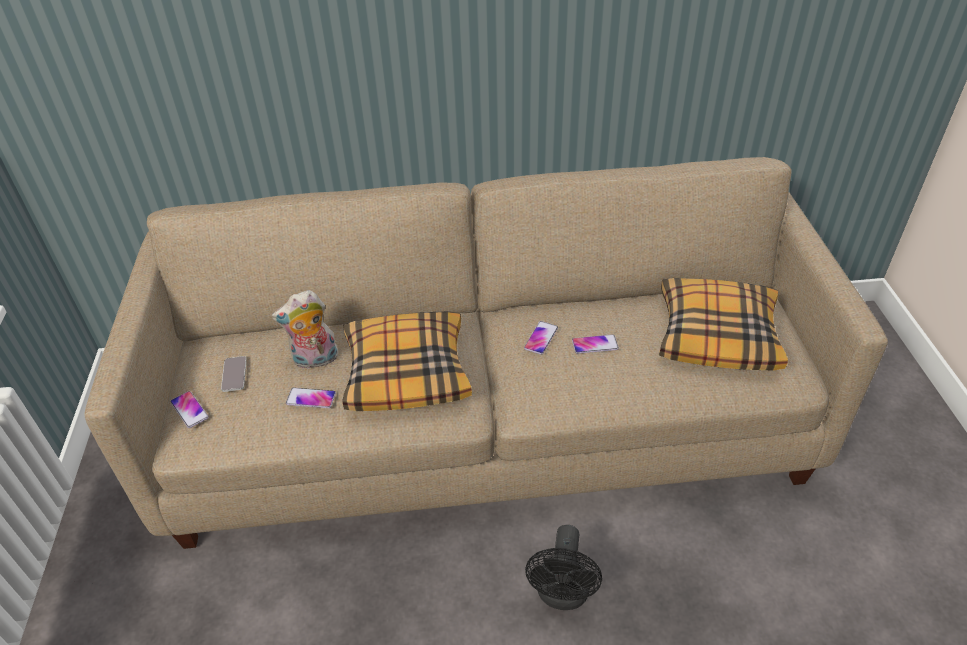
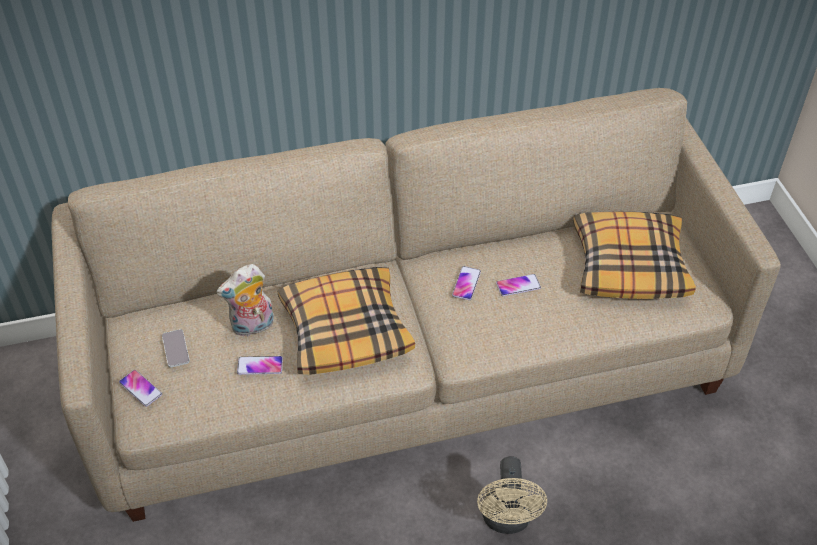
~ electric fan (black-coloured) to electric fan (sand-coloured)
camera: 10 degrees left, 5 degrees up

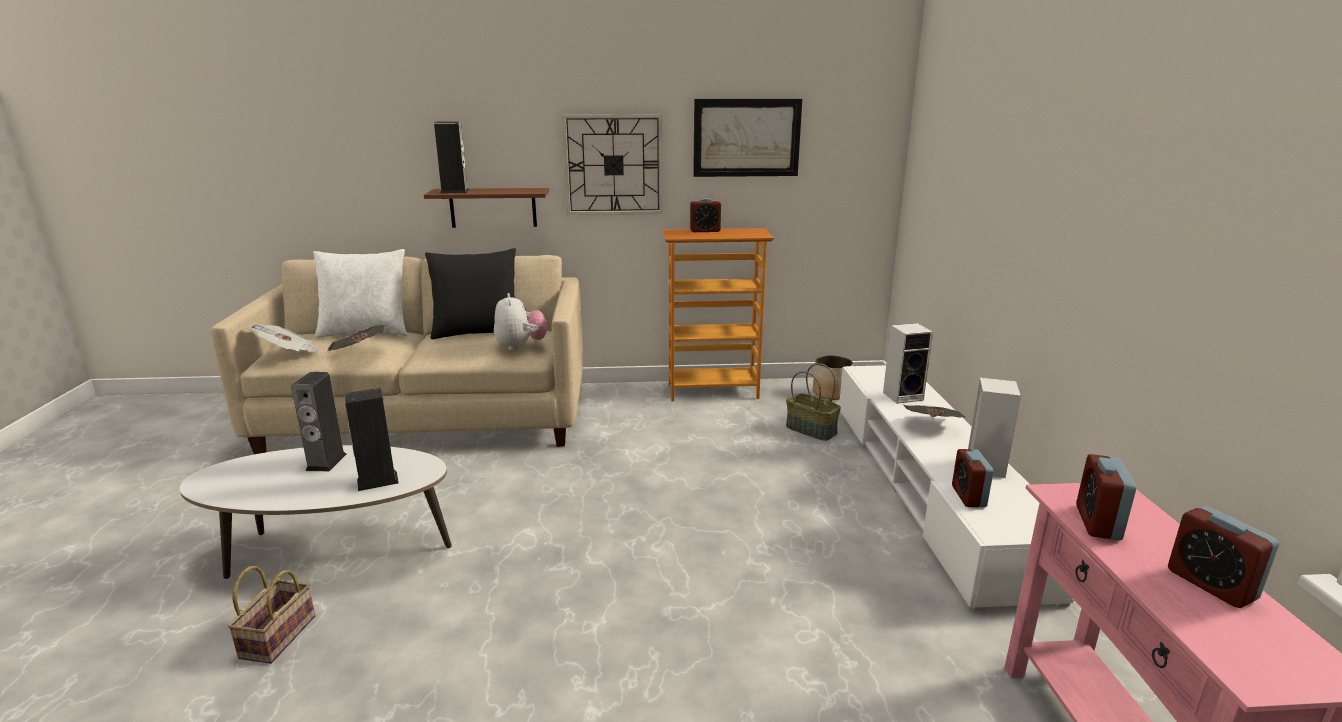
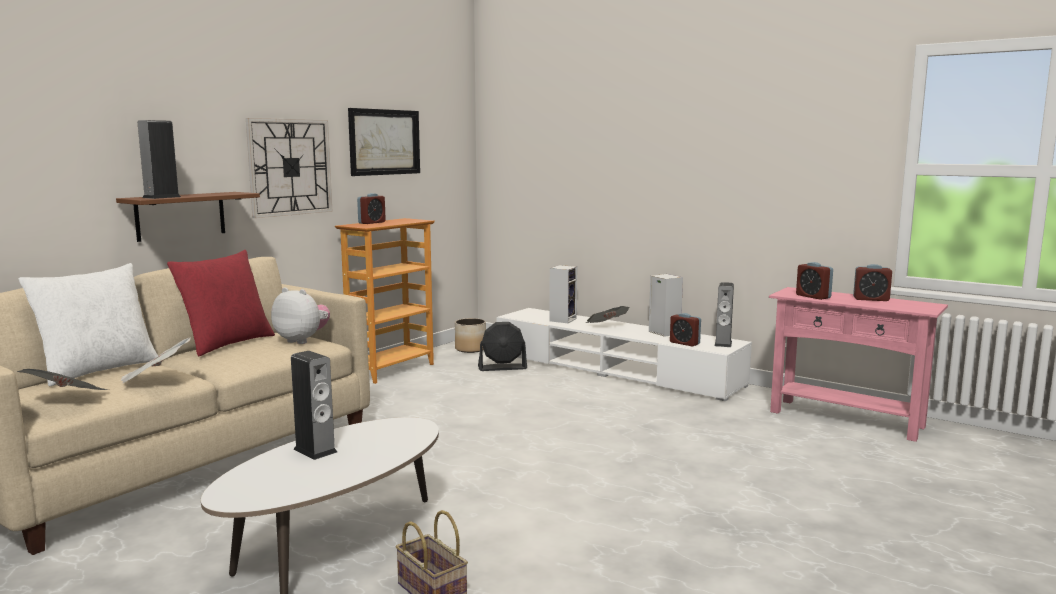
~ cushion (black-coloured) to cushion (red)
~ household basket (2nd from left) to electric fan (black-coloured)
~ loudspeaker (2nd from left in the first image) to loudspeaker (5th from left)
camera: 50 degrees left, 10 degrees down

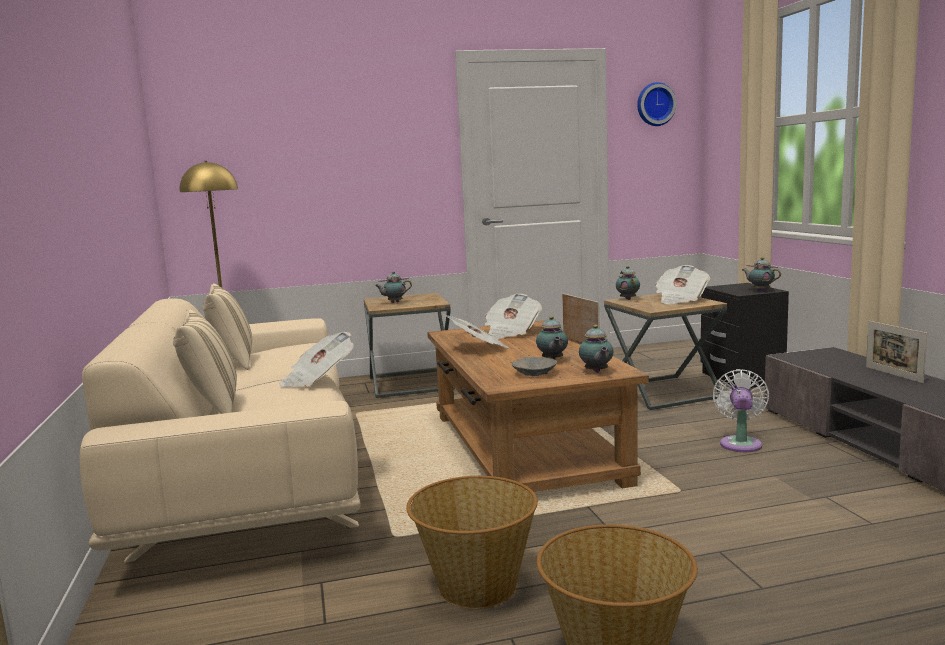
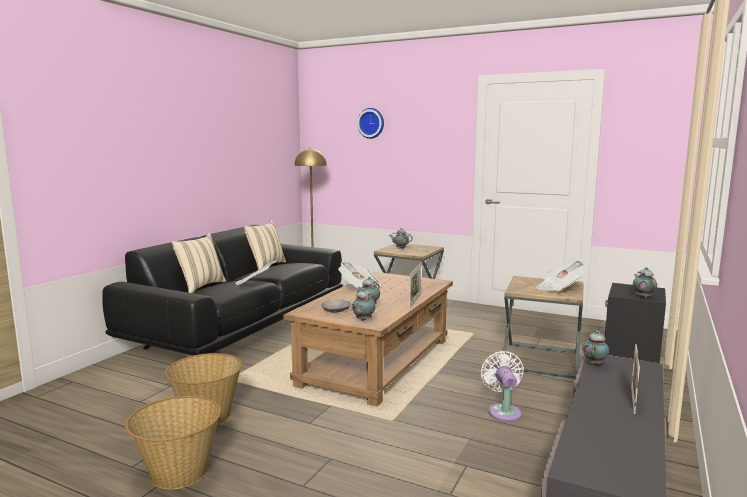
~ sofa (sand-coloured) to sofa (black-coloured)
~ hanging clock
~ electric fan (white-coloured) 60 degrees counterclockwise
~ teapot (4th from left)
- printed paper (3rd from left)
camera: 40 degrees right, 0 degrees up

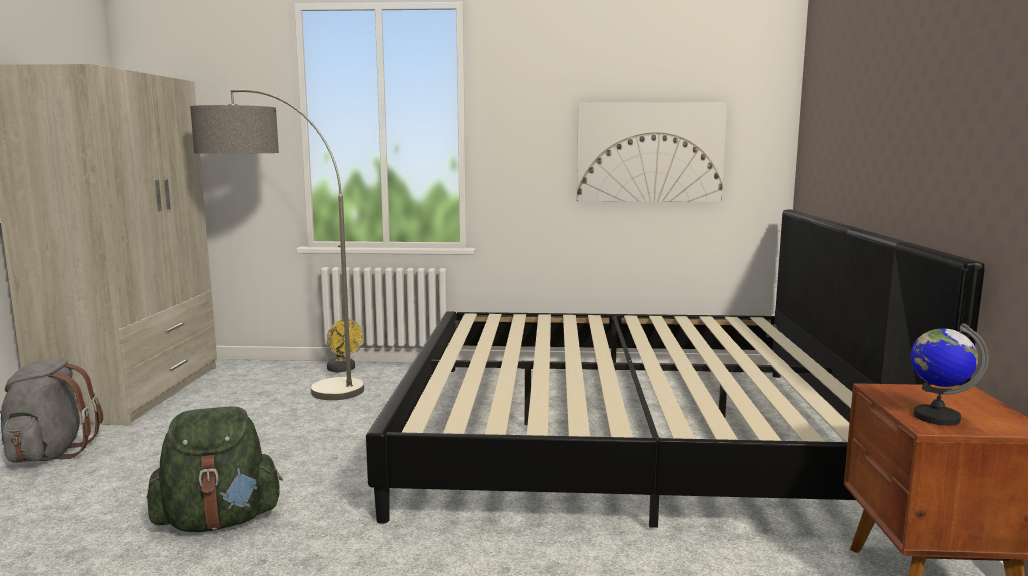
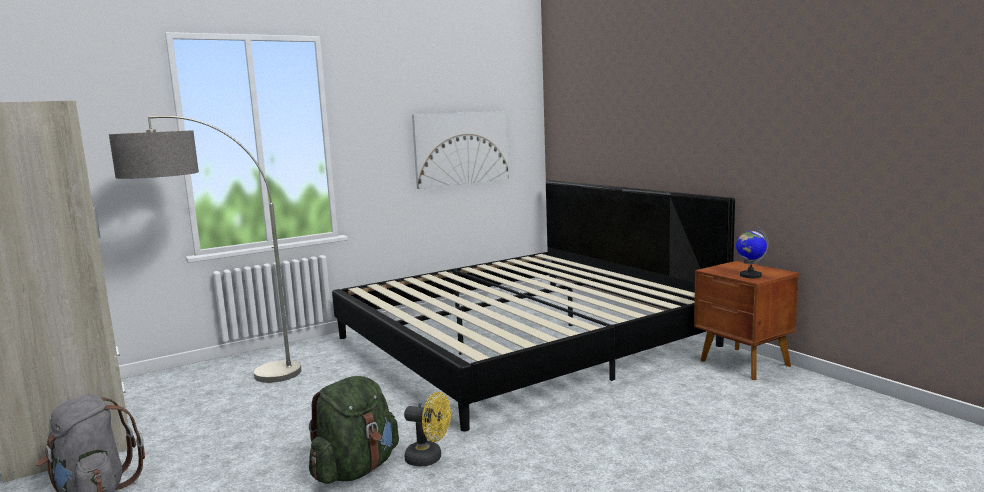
~ electric fan (yellow)
camera: 35 degrees left, 0 degrees up

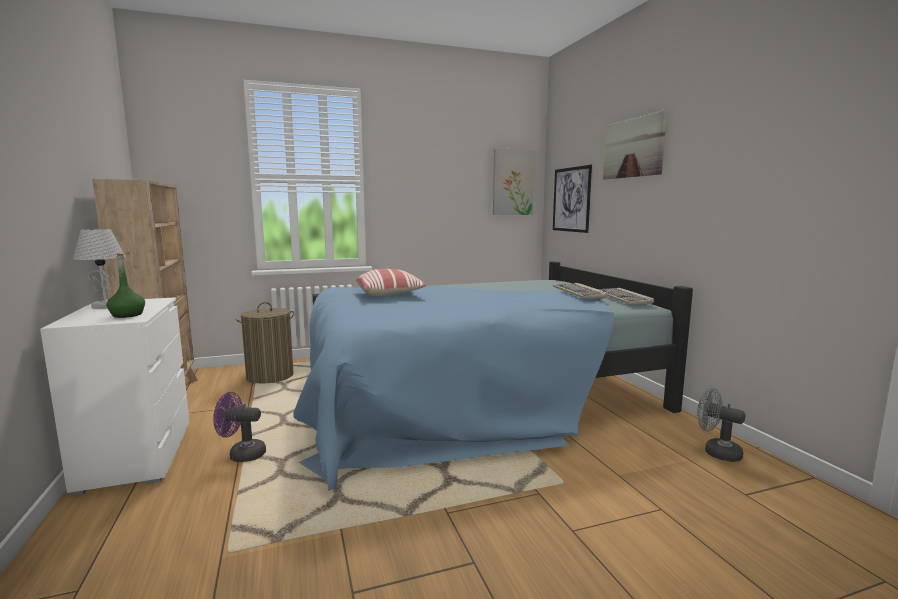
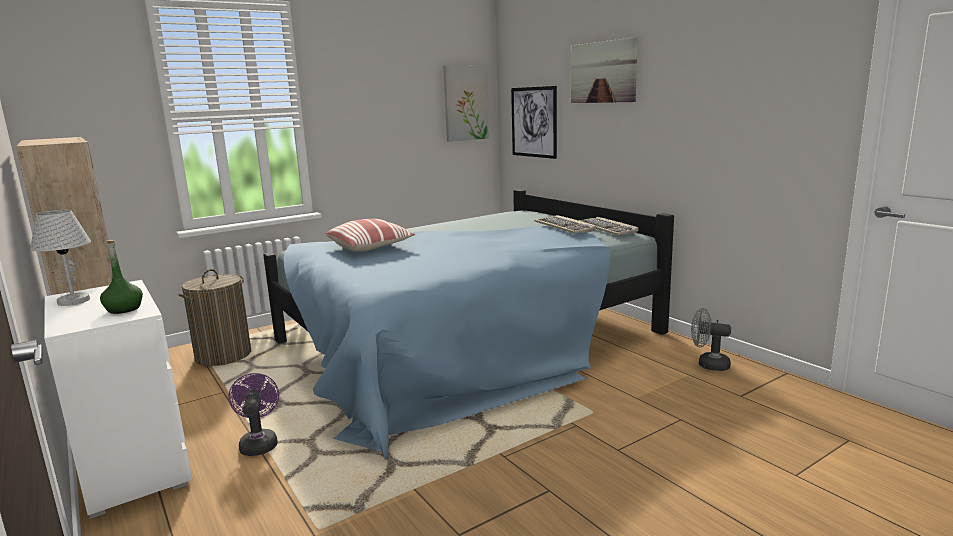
~ electric fan (purple) 90 degrees clockwise
camera: 15 degrees left, 5 degrees up

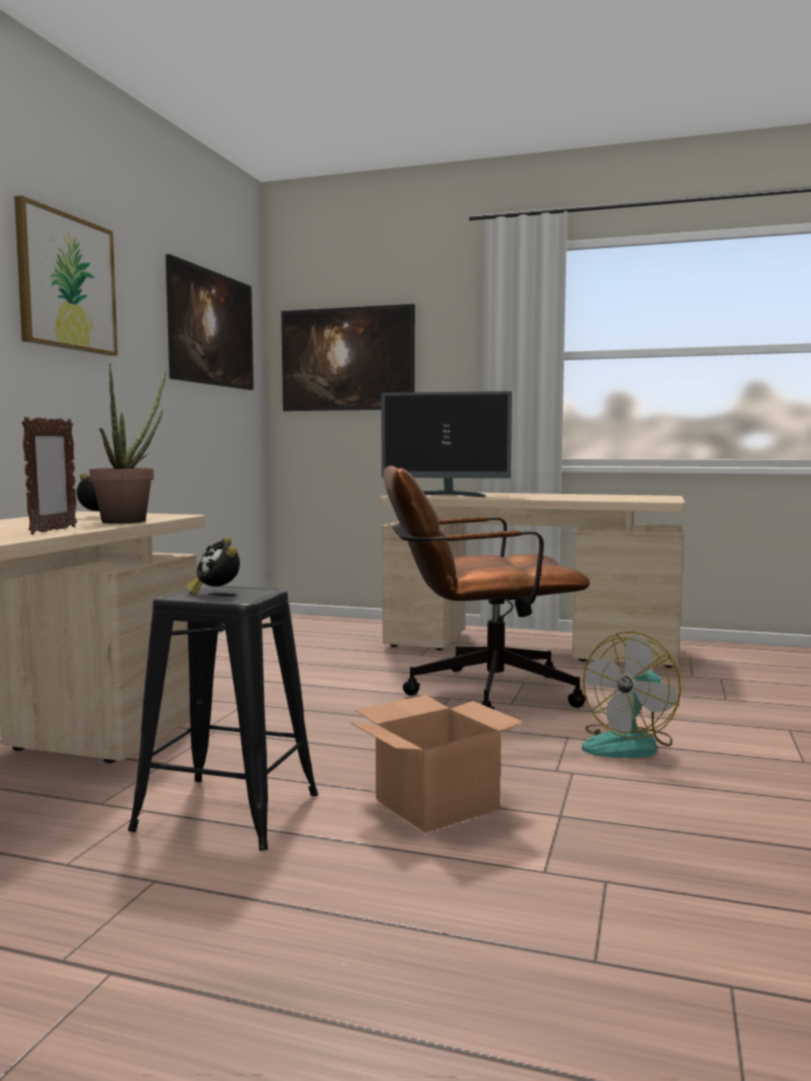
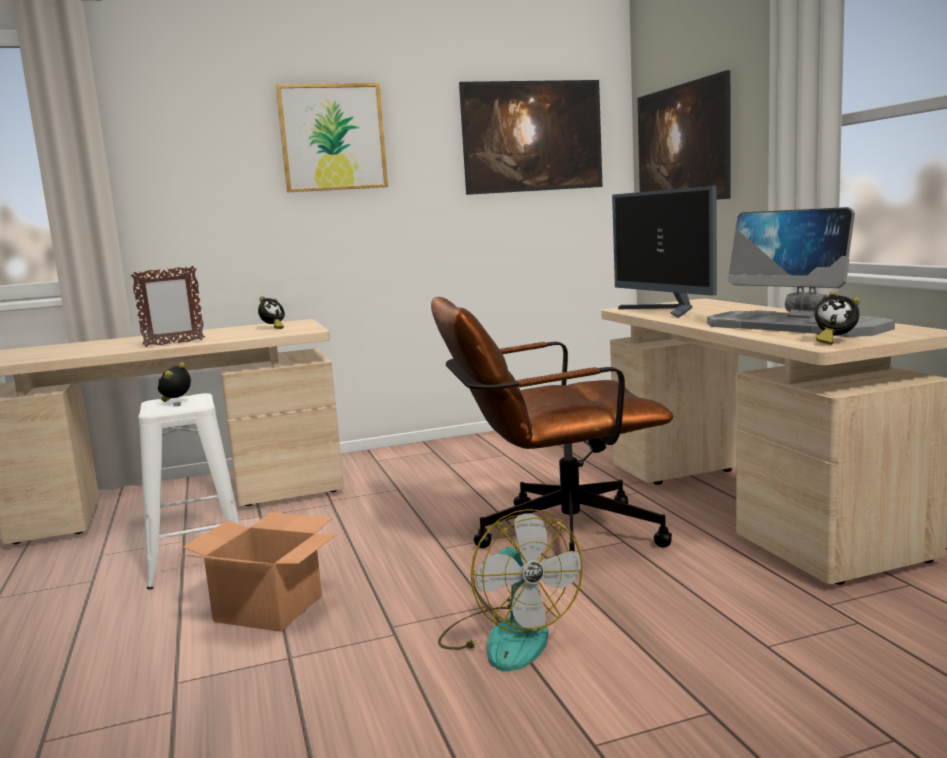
~ stool (black-coloured) to stool (white-coloured)
~ office chair (brown-coloured) 60 degrees counterclockwise
~ electric fan 120 degrees counterclockwise
+ monitor (2nd from left)
+ bedside clock (3rd from left)
- houseplant
camera: 55 degrees right, 5 degrees up

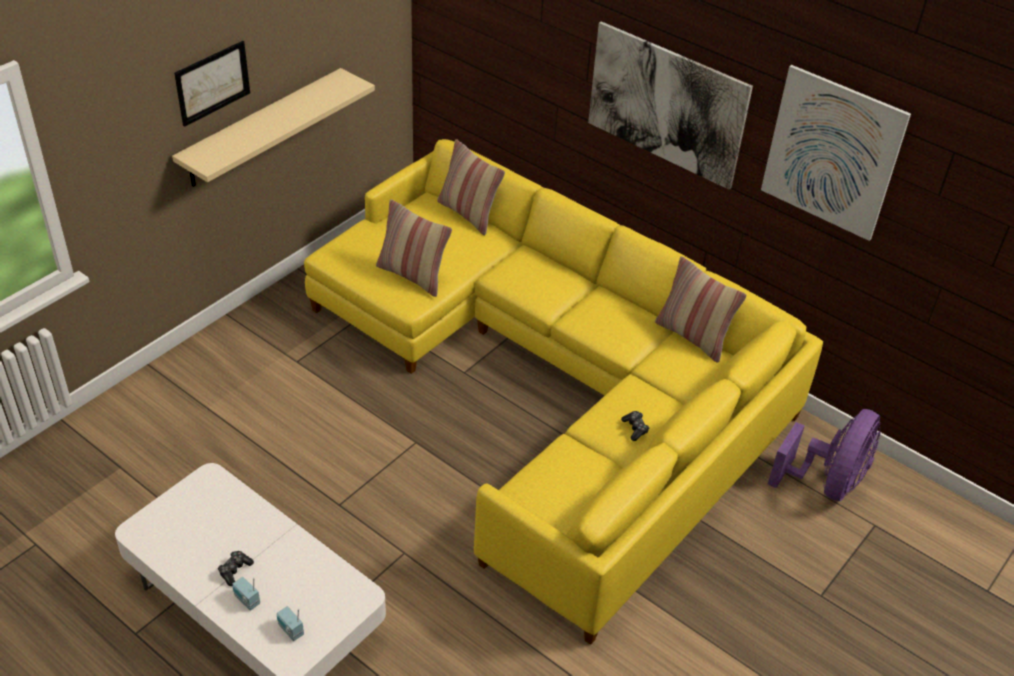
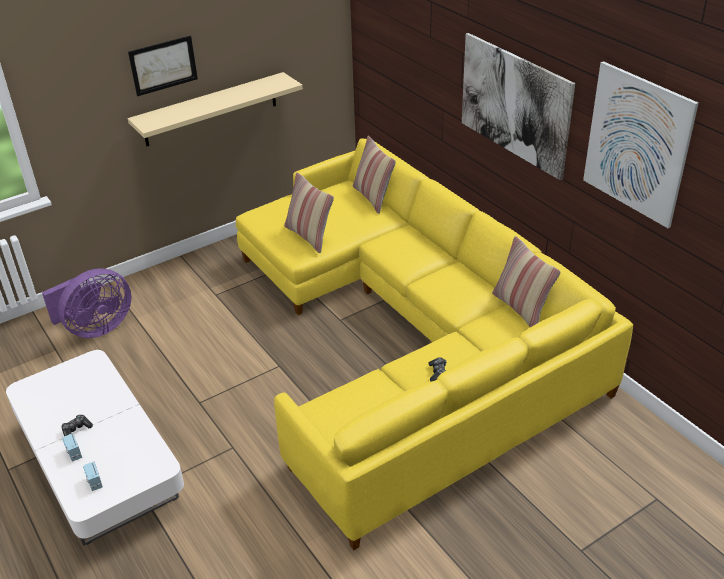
~ electric fan (purple)
camera: 20 degrees right, 5 degrees down

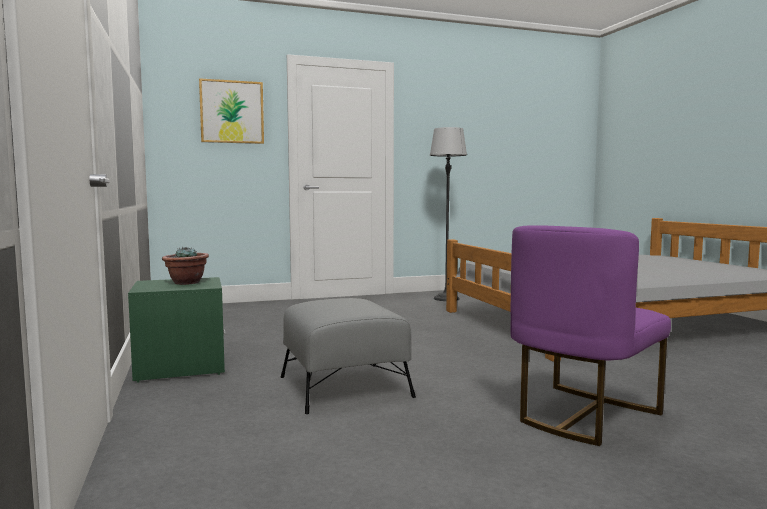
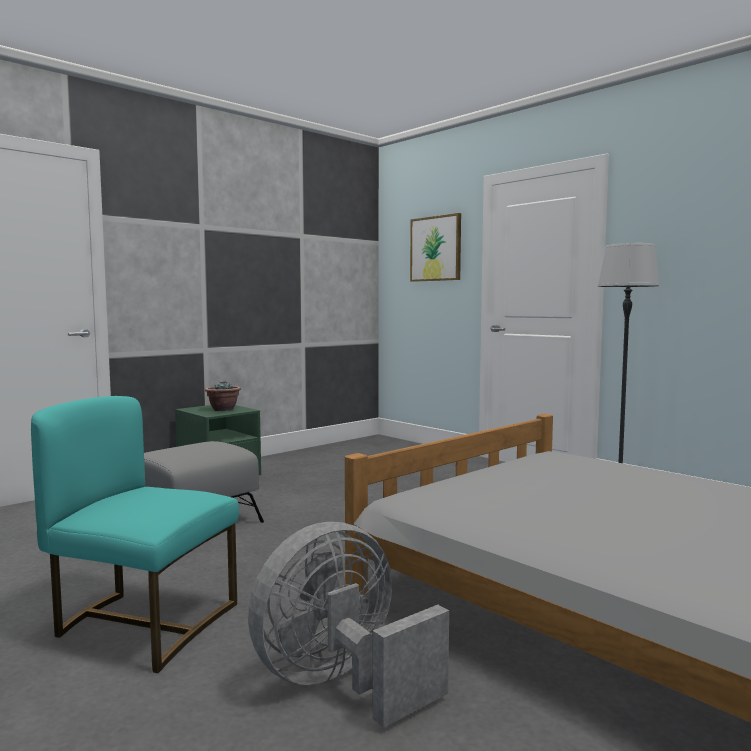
~ chair (purple) to chair (turquoise)
+ electric fan (greyish)
camera: 65 degrees right, 0 degrees up

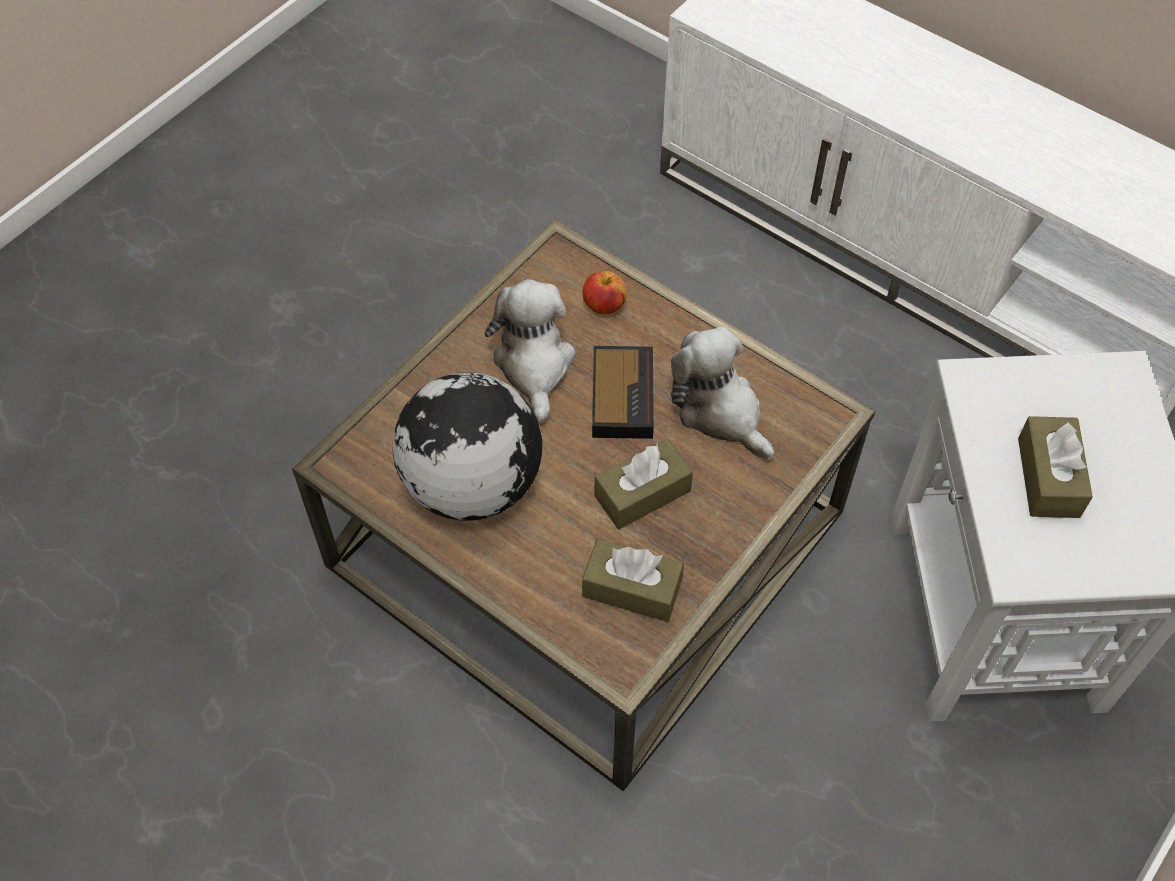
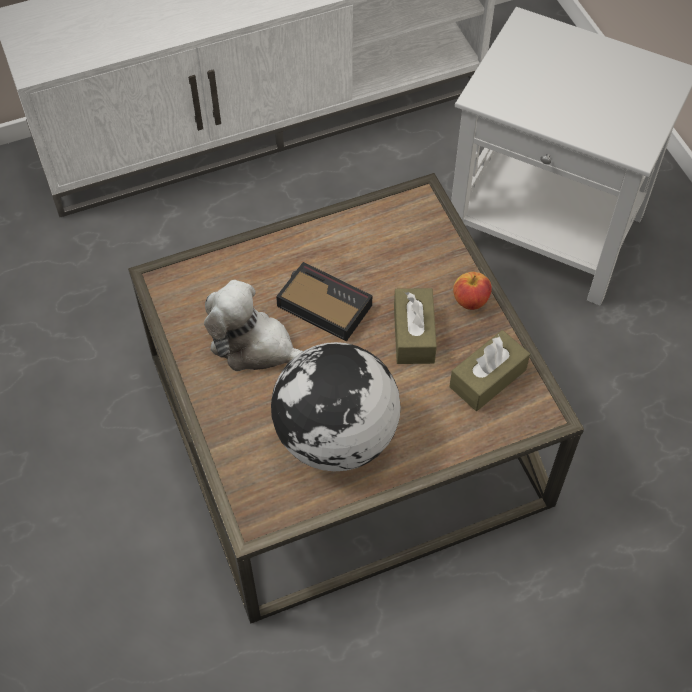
~ whole apple
- cuddly toy (2nd from left)
- tissue box (brown-coloured) (3rd from left)
camera: 60 degrees left, 0 degrees up

